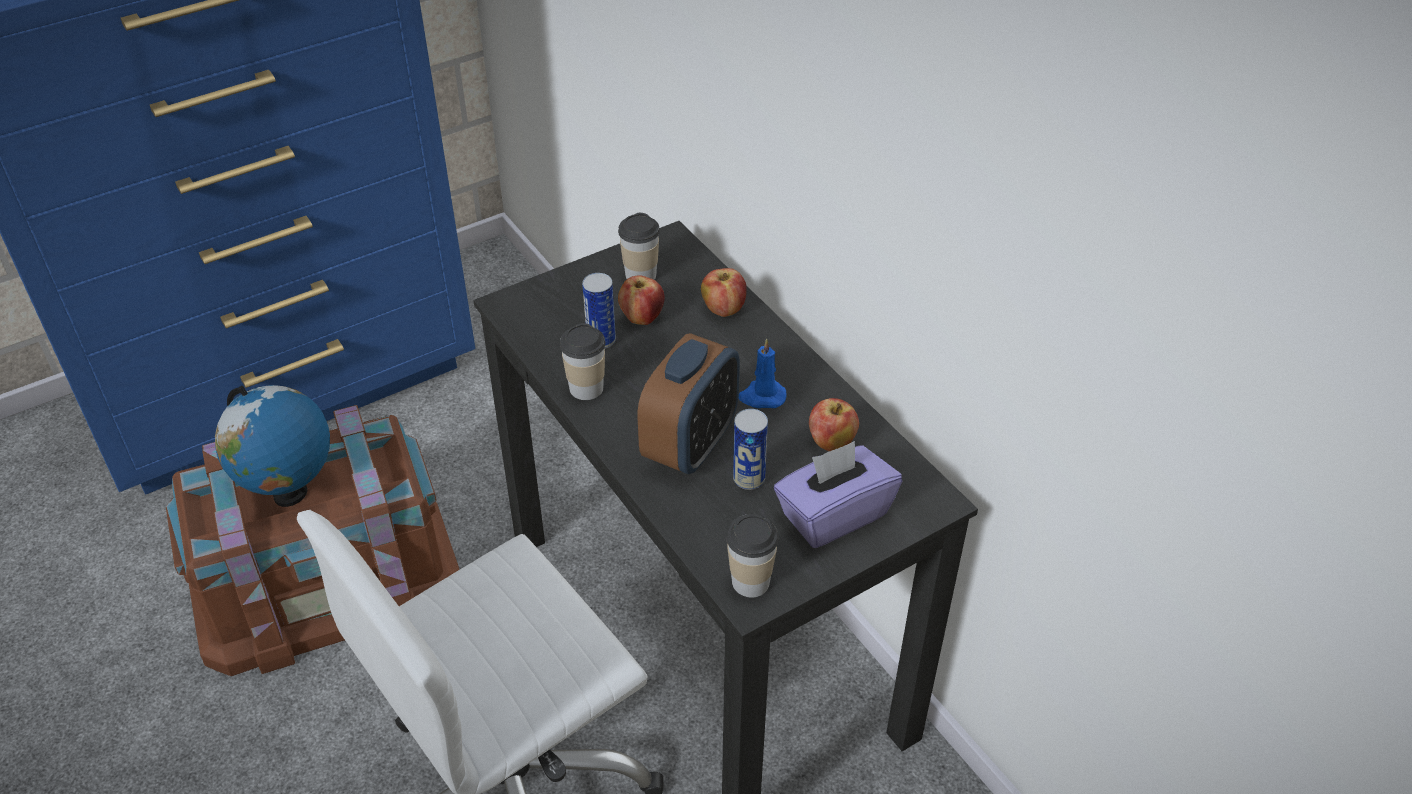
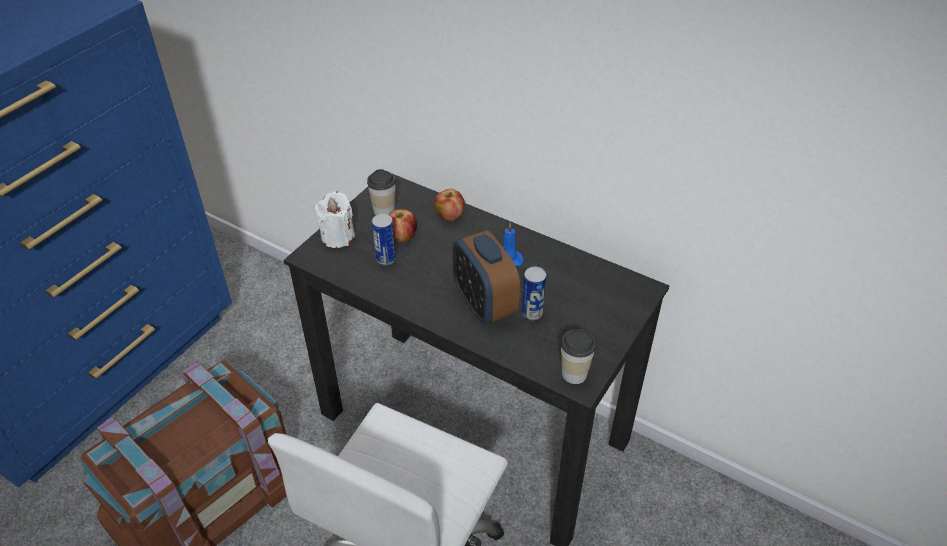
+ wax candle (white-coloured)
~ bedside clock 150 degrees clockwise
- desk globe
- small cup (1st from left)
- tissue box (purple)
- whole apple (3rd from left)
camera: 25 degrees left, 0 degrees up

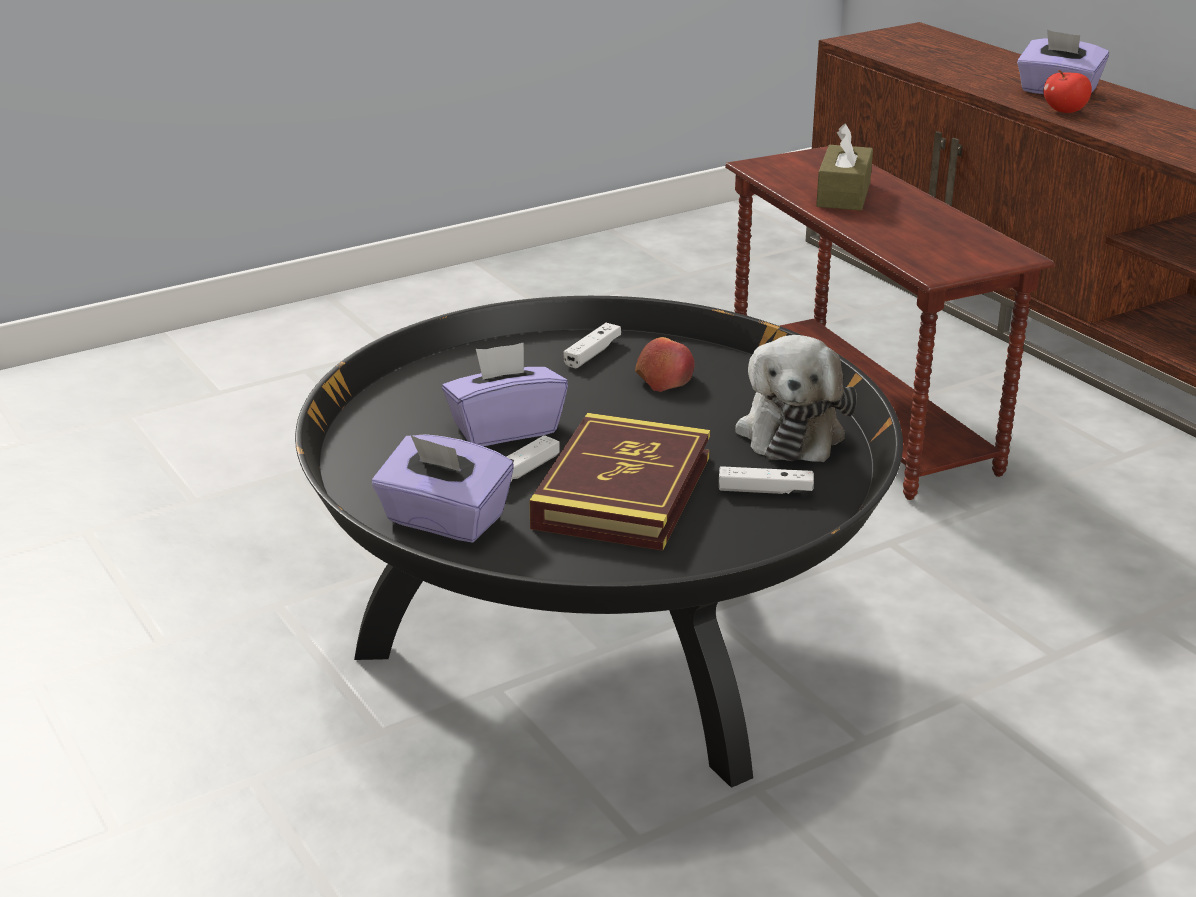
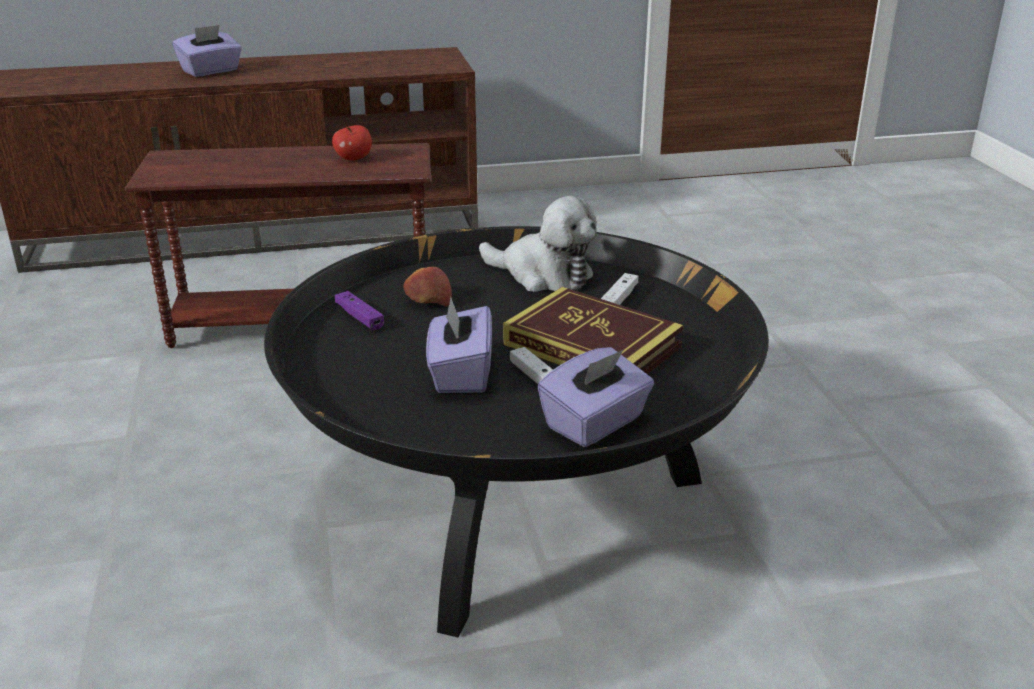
~ whole apple (2nd from left in the first image) to whole apple (1st from left)
~ game controller (white-coloured) (2nd from left) to game controller (purple)
- tissue box (brown-coloured)
camera: 70 degrees left, 0 degrees up

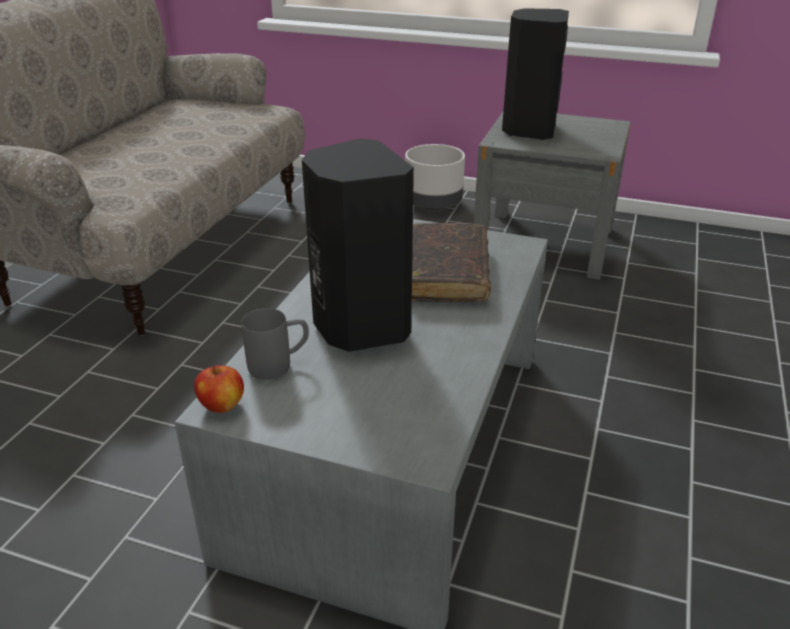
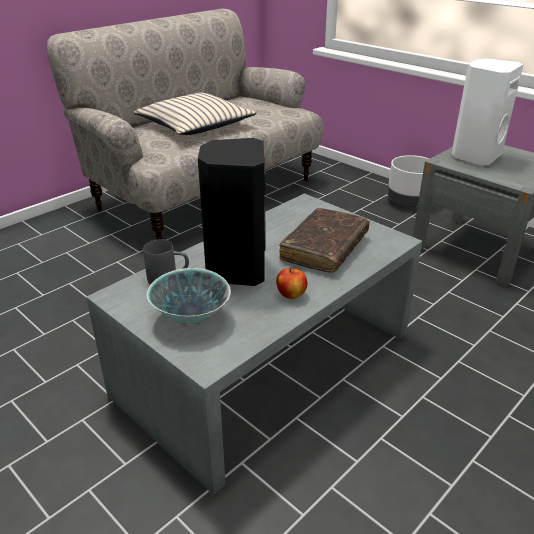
+ cushion (sand-coloured)
+ serving bowl
~ whole apple
~ loudspeaker (black-coloured) (2nd from left) to loudspeaker (white-coloured)
camera: 25 degrees right, 0 degrees up

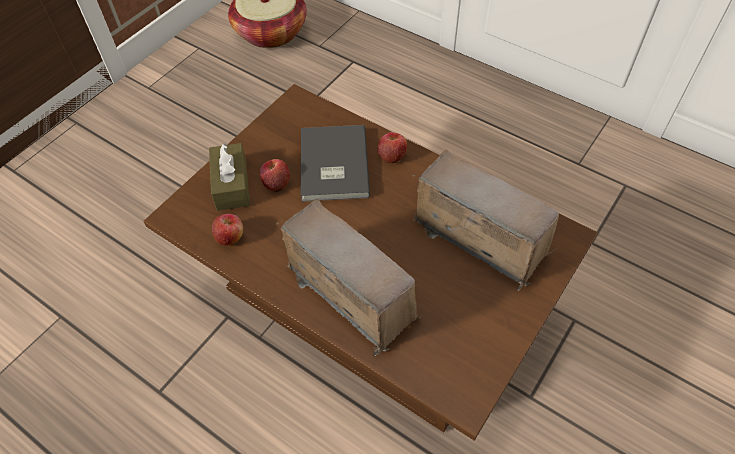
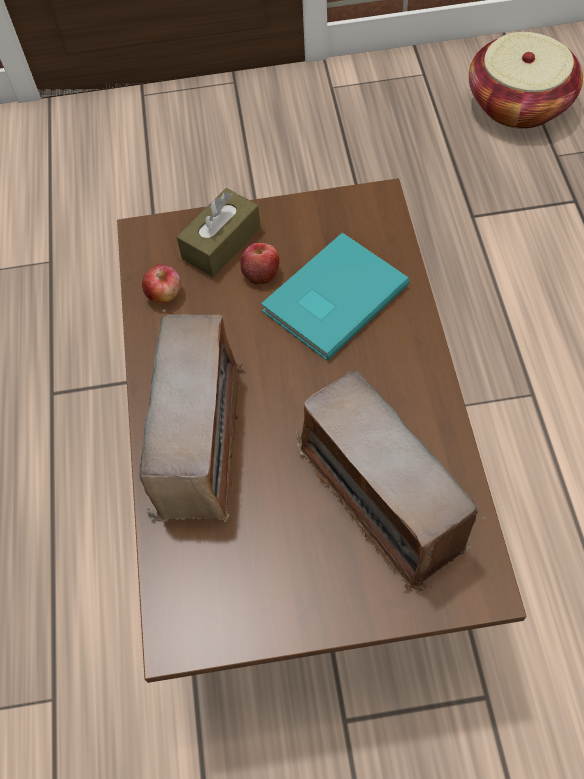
~ volume (greyish) to volume (turquoise)
~ radio (2nd from left) 150 degrees clockwise
- whole apple (3rd from left)
camera: 50 degrees right, 5 degrees up

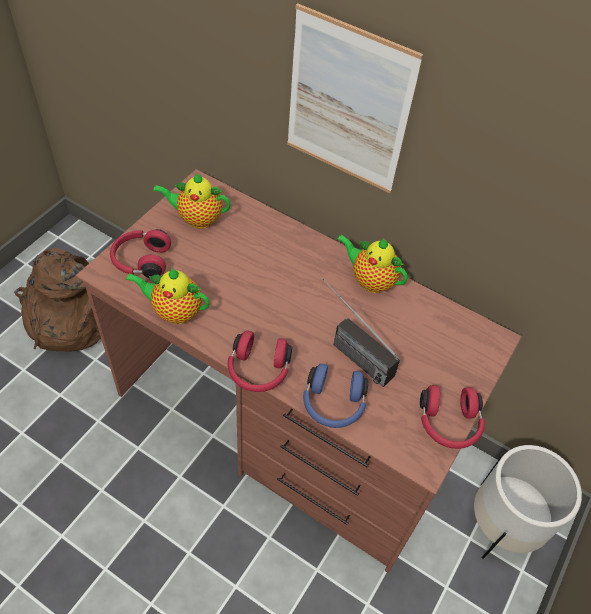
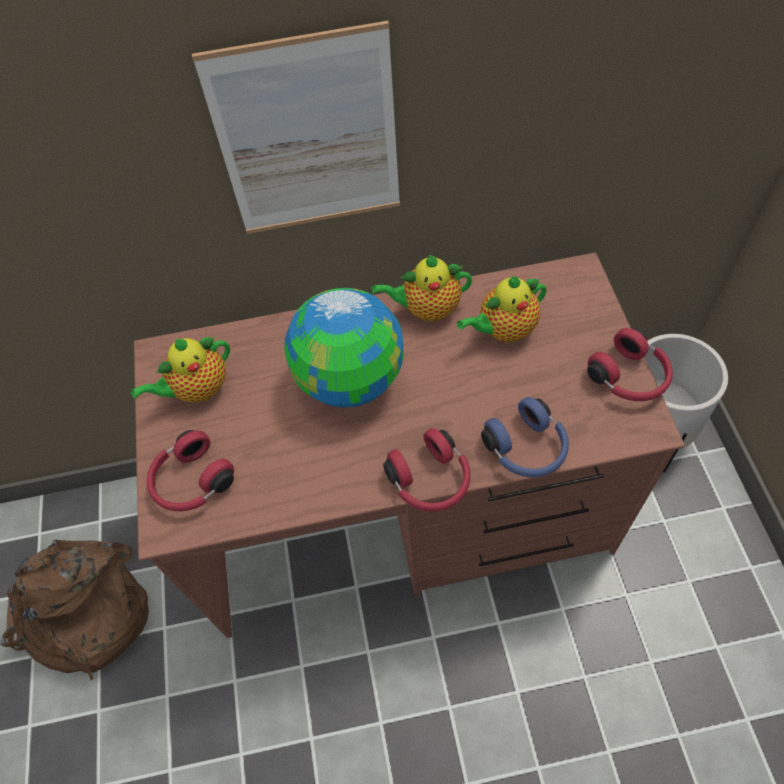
+ desk globe
~ teapot (1st from left in the first image) to teapot (3rd from left)
- radio
camera: 35 degrees left, 5 degrees up

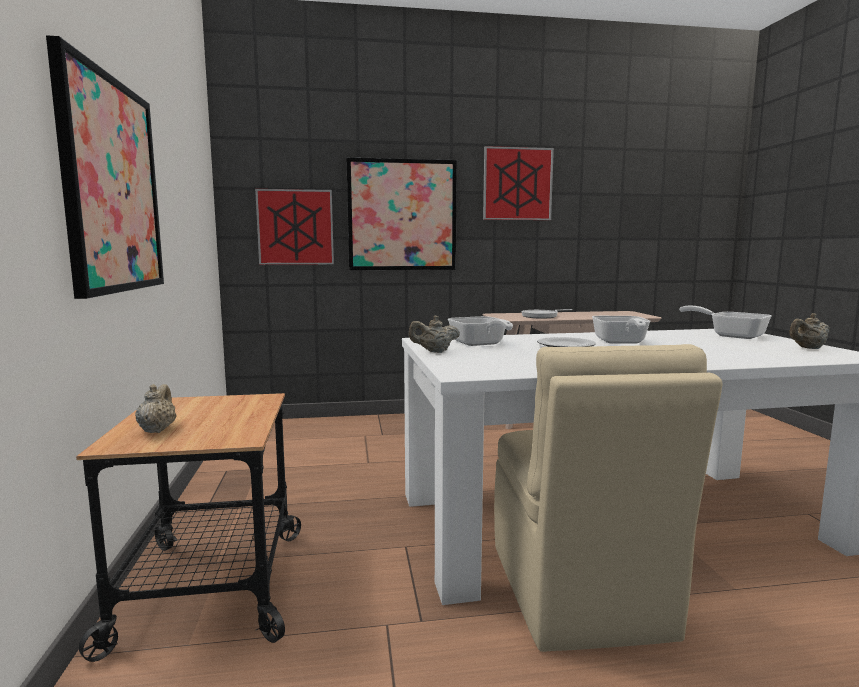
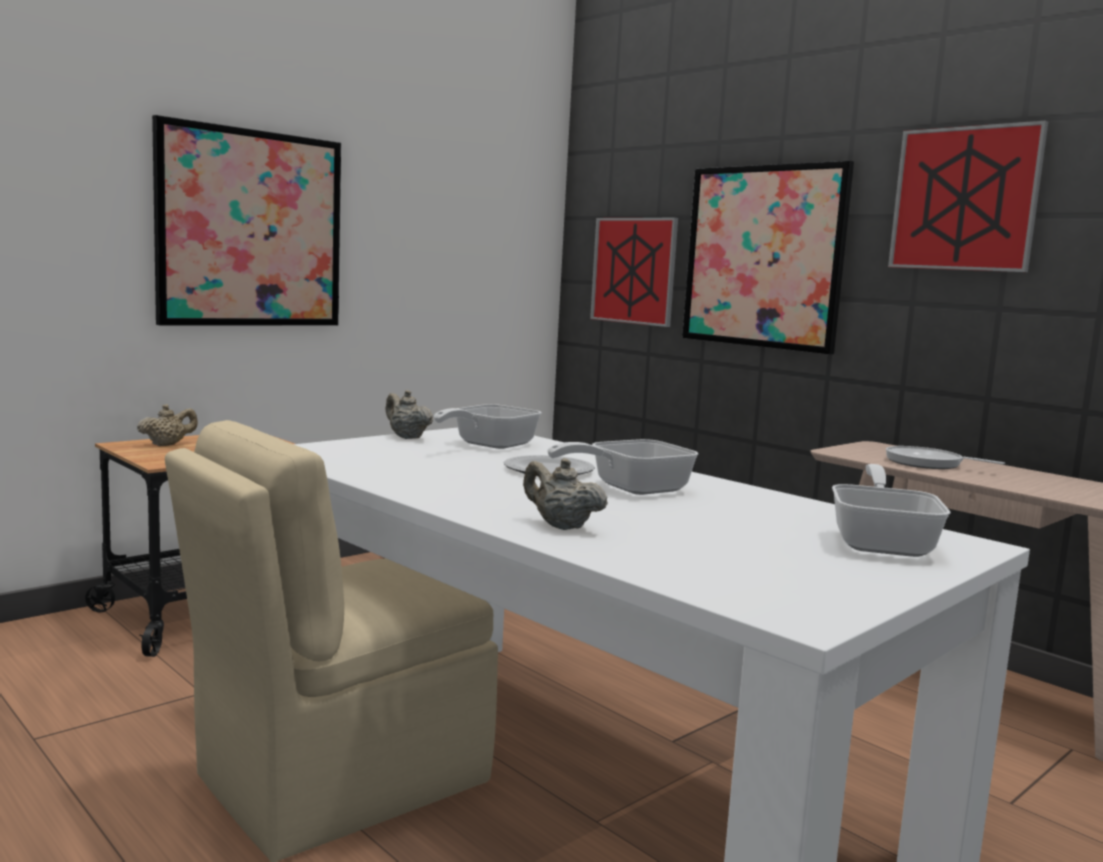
~ teapot (sand-coloured) (3rd from left)
camera: 55 degrees right, 0 degrees up

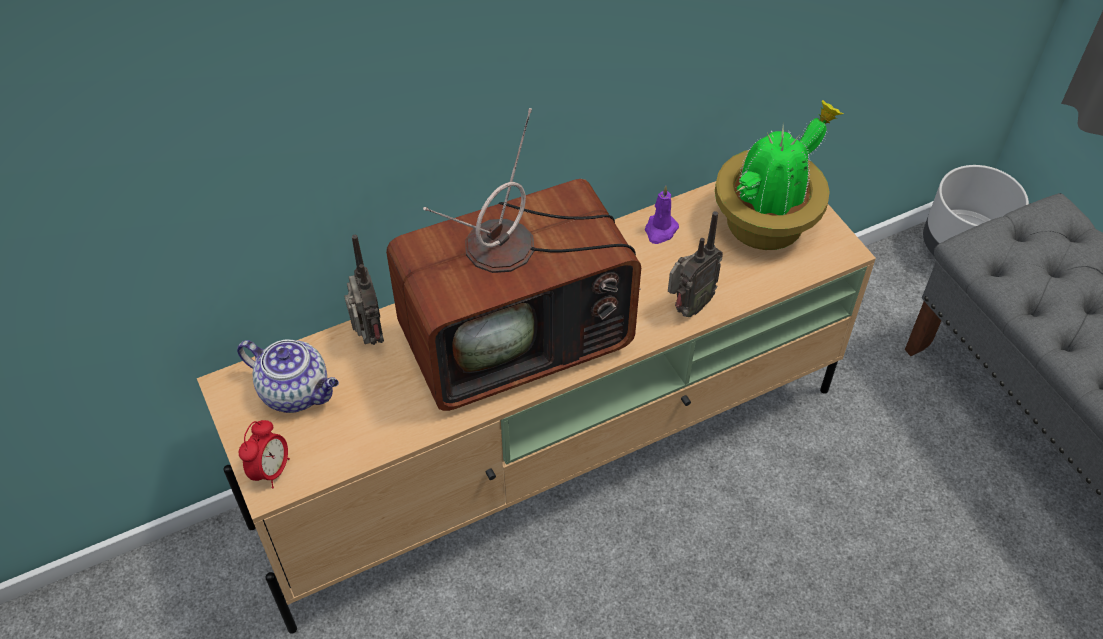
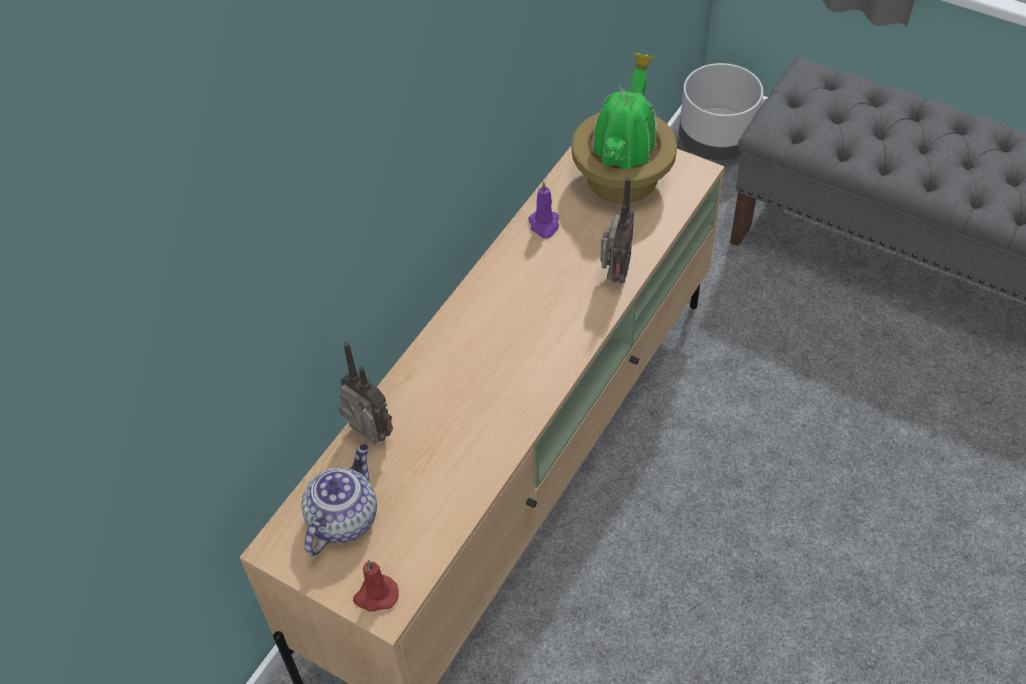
~ teapot 60 degrees counterclockwise
~ bedside clock to wax candle (red)
- TV
camera: 30 degrees left, 0 degrees up

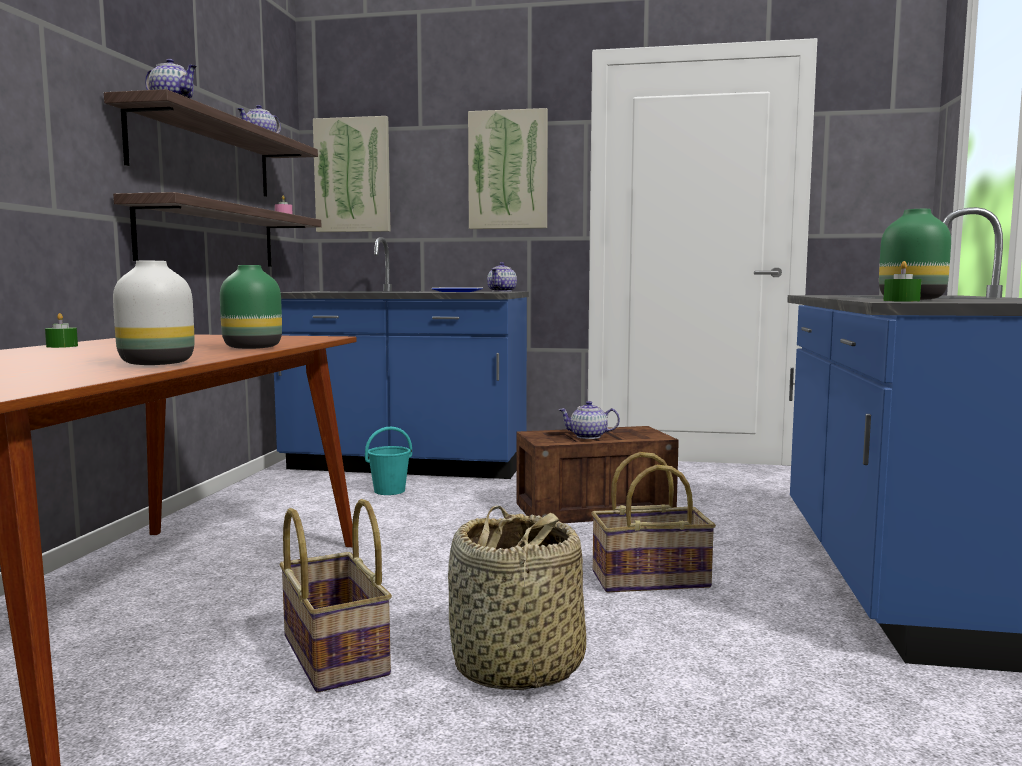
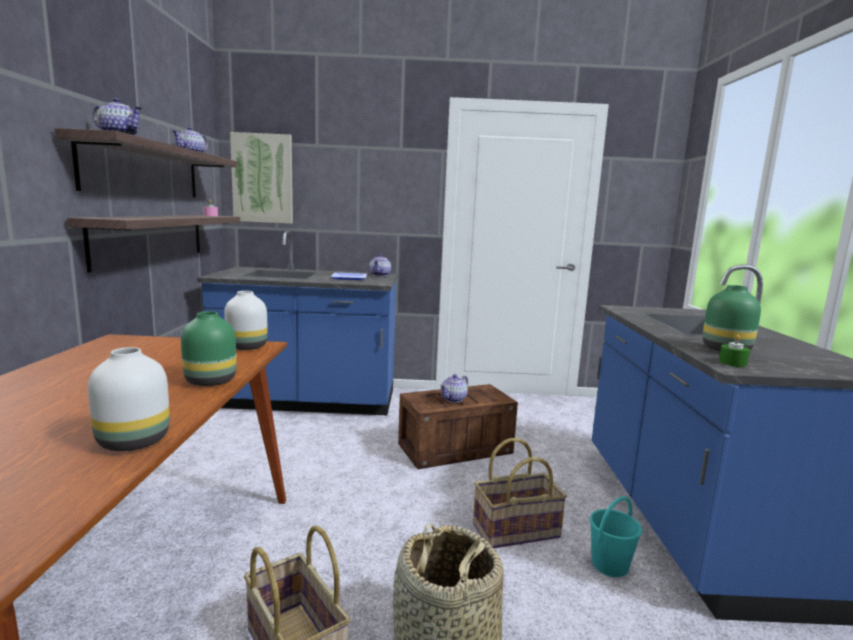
+ decorative vase (white-coloured) (2nd from left)
~ teapot (4th from left) 45 degrees counterclockwise
~ pail (turquoise)
- wax candle (greenish) (1st from left)
- picture (2nd from left)
camera: 10 degrees left, 5 degrees up

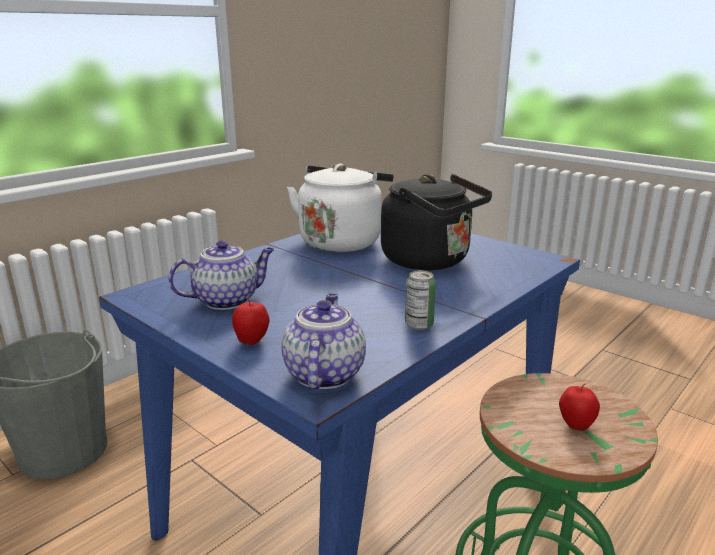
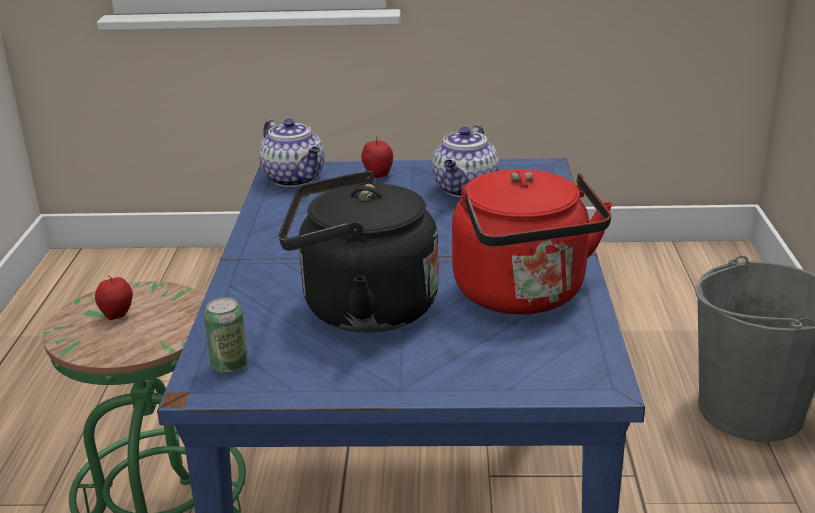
~ sealed can
~ water kettle (white-coloured) to water kettle (red)
camera: 140 degrees right, 5 degrees up

